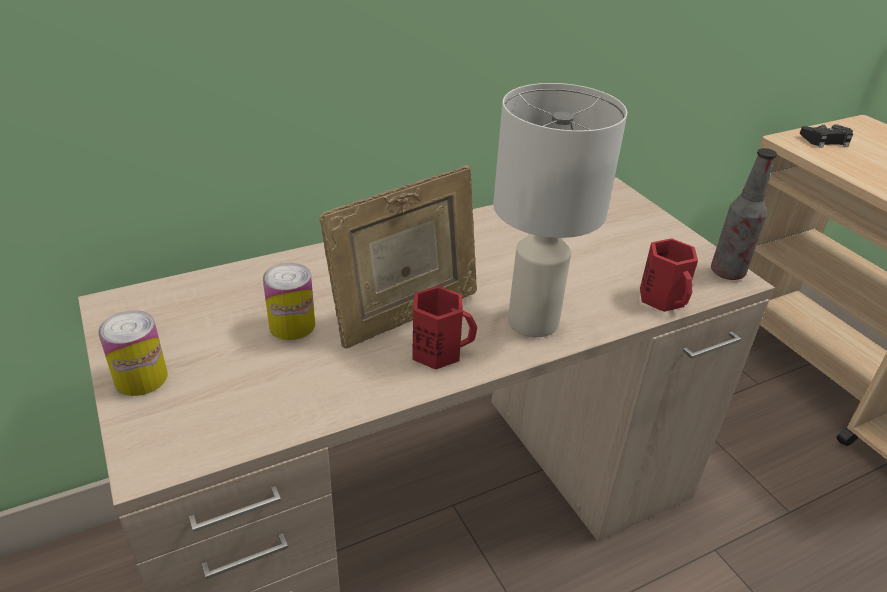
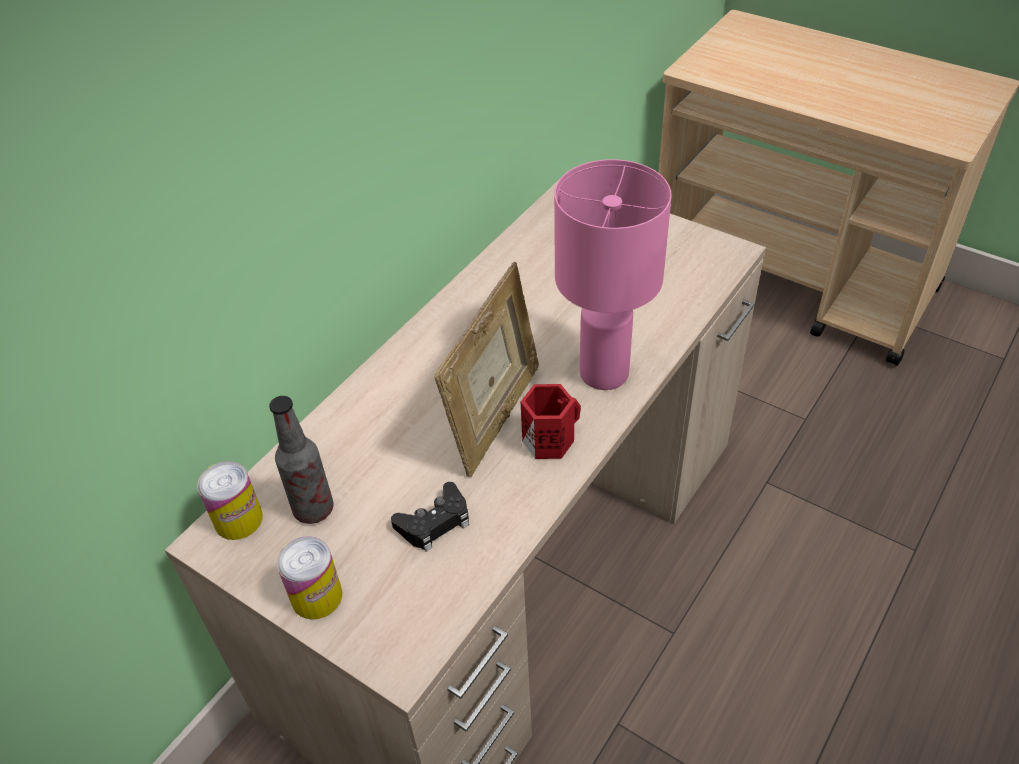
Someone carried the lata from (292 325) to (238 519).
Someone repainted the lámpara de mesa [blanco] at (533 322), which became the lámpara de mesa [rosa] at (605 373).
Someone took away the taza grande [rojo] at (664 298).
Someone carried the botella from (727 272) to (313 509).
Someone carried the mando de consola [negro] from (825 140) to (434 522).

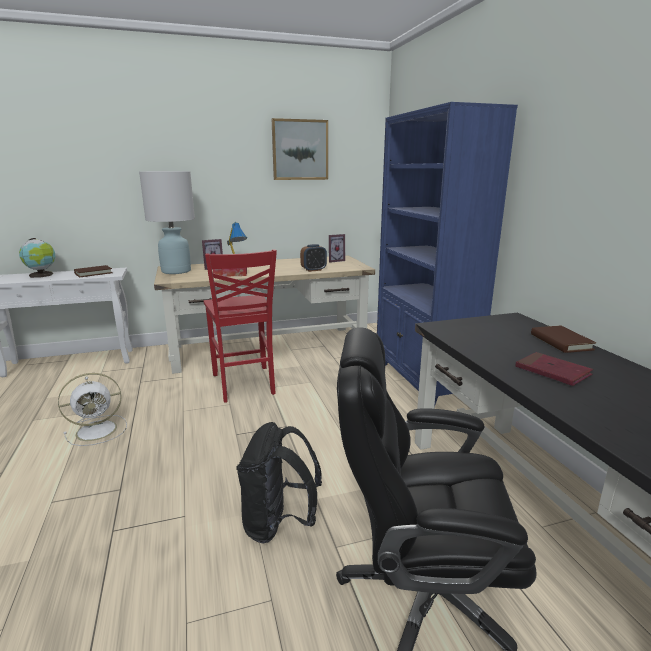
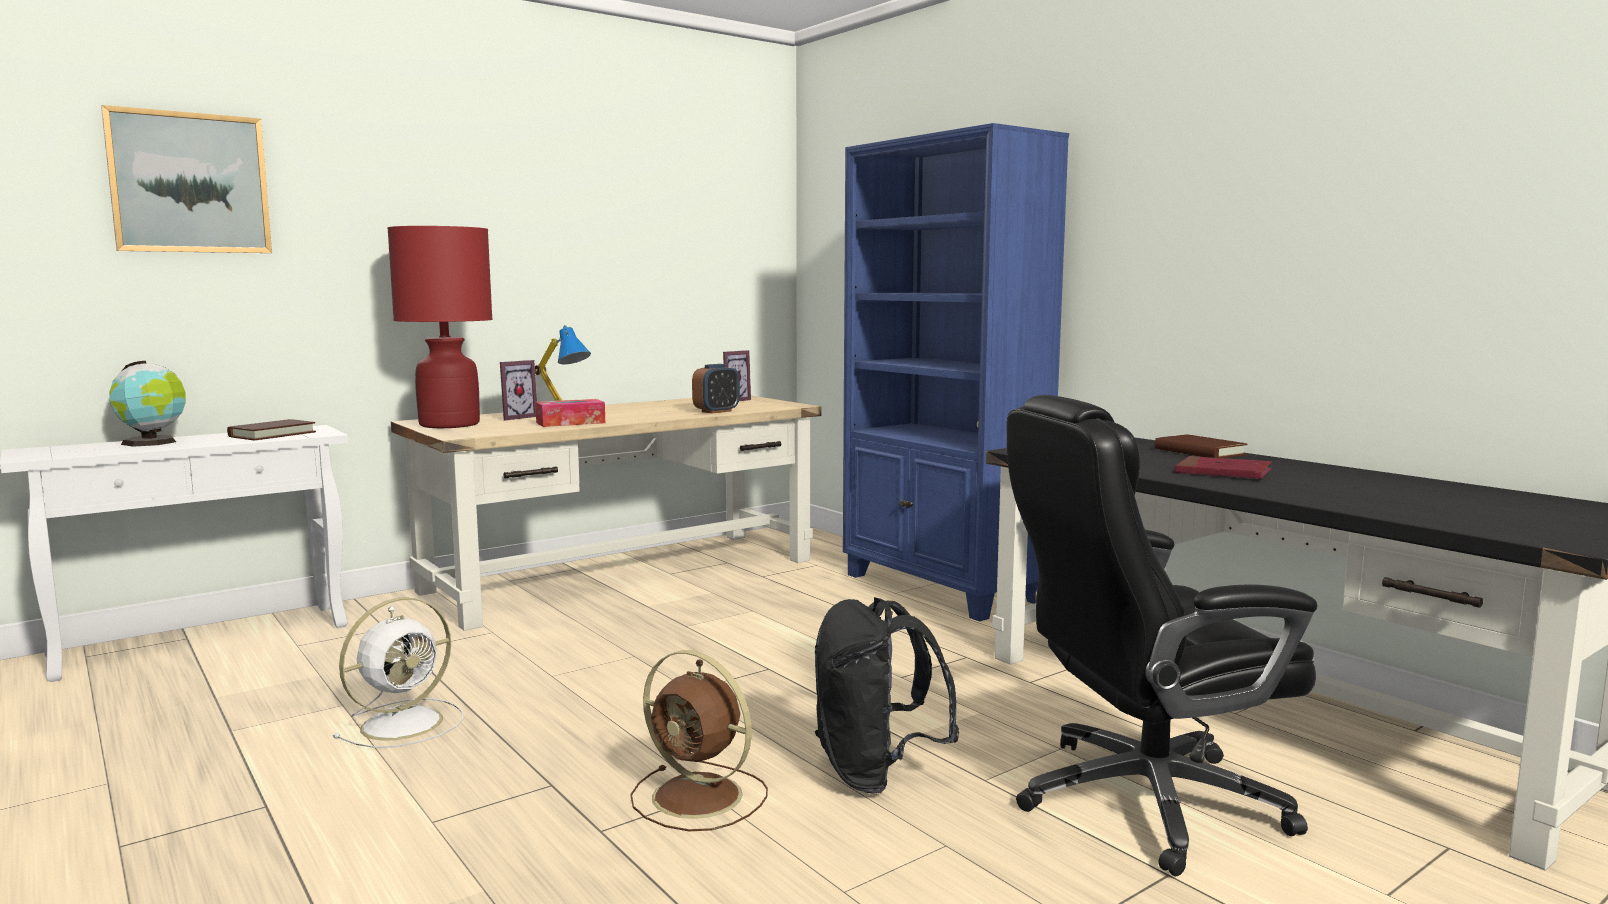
Someone repainted the lámpara de mesa [blanco] at (176 271), which became the lámpara de mesa [rojo] at (449 424).
Someone took away the silla [rojo] at (244 384).
Someone carried the cuadro from (300 150) to (189 183).
Someone put down the ventilador [marrón] at (700 797).

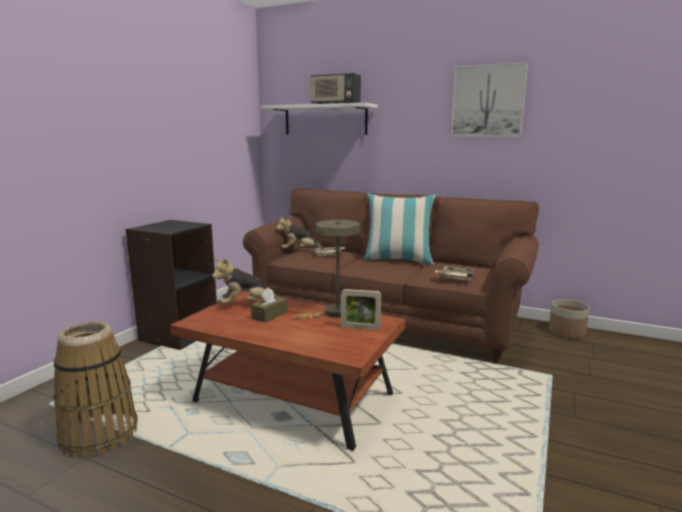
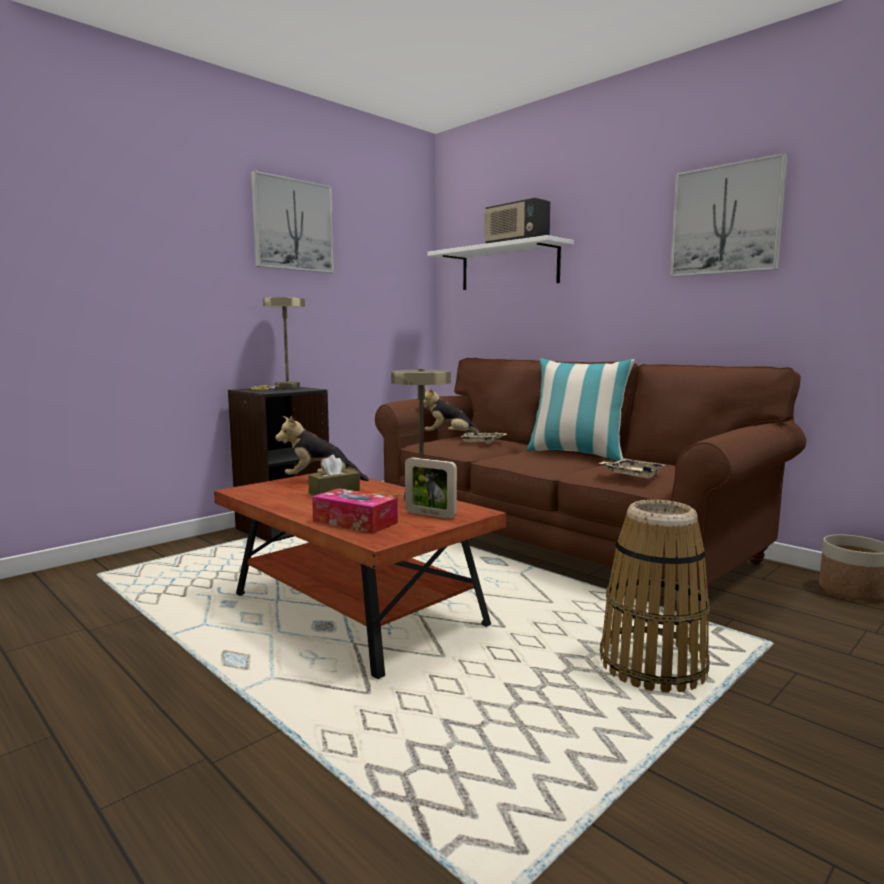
Someone carried the cesta from (99 435) to (652 666).
Someone put up the cuadro at (293 225).
Someone put down the lámpara de mesa [beis] at (284 387).
Someone put down the caja de pañuelos at (355 522).

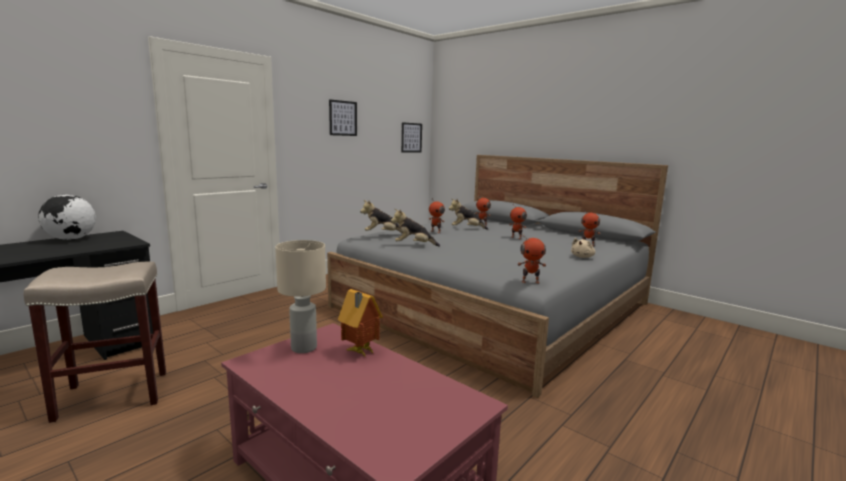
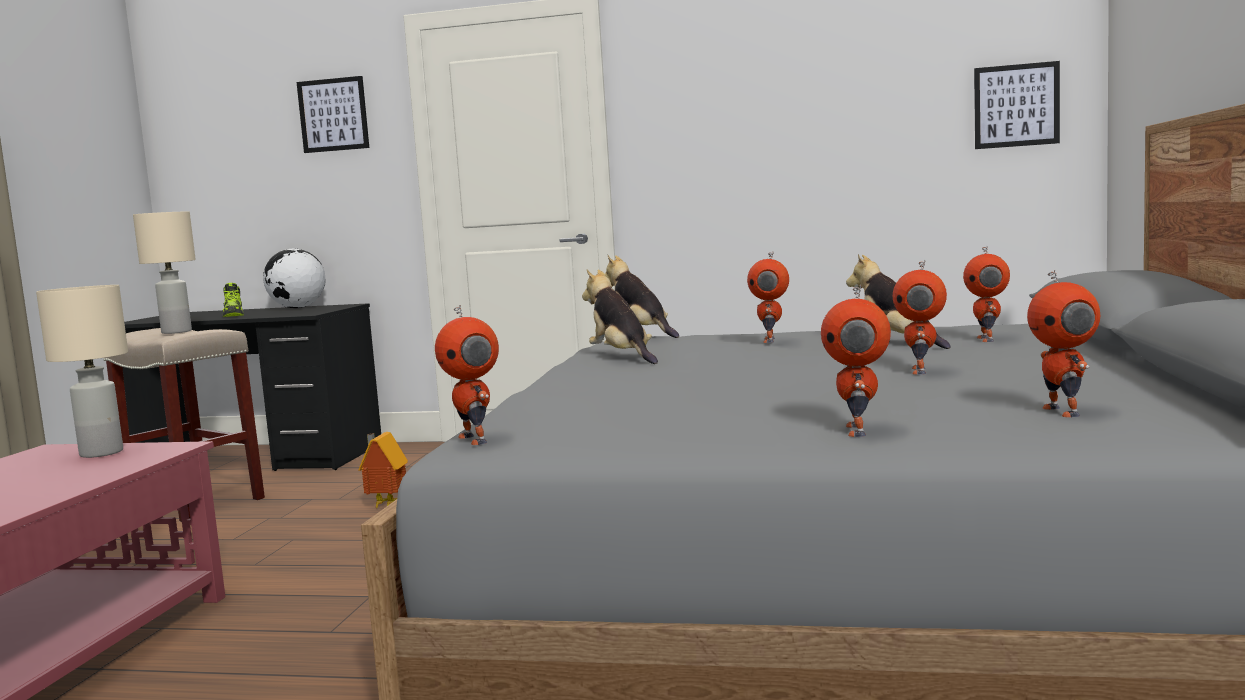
Someone carried the cuadro from (343 118) to (333 115).
Someone carried the casita from (359 352) to (385 505).
Someone swapped the peluche [beis] at (582 257) for the robot de juguete at (859 430).
Someone put down the lámpara de mesa [beis] at (175 332).
Someone put down the zapato at (234 315).

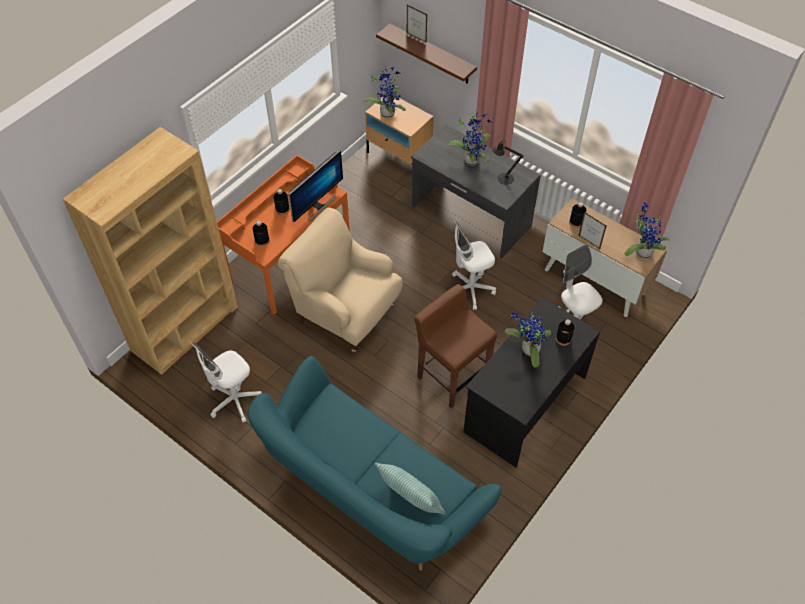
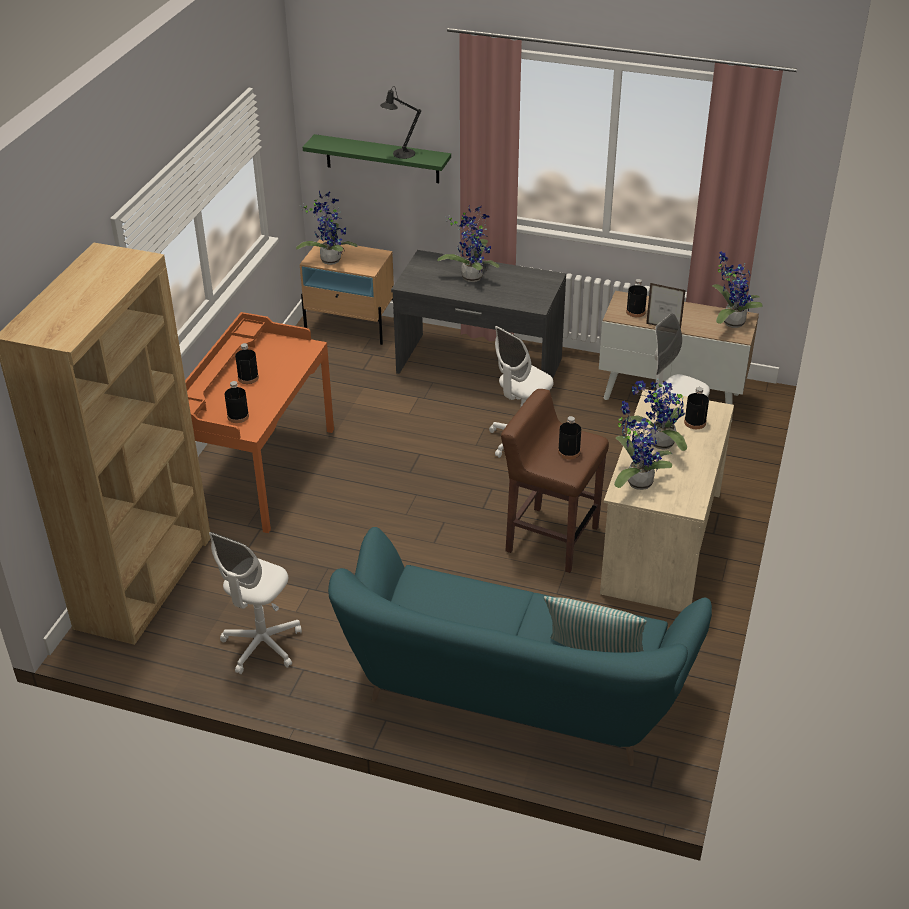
Someone took away the sillón [beis] at (346 312).
Someone took away the monitor at (317 205).
Someone repainted the estante [marrón] at (432 54), which became the estante [verde] at (382 159).
Someone took away the portarretratos at (416 38).
Someone repainted the escritorio [negro] at (524 403), which became the escritorio [beis] at (660 542).
Someone carried the lámpara de mesa [negro] from (503 179) to (400 154).
Someone put down the botella [negro] at (569 452).
Someone put down the planta en maceta at (636 481).

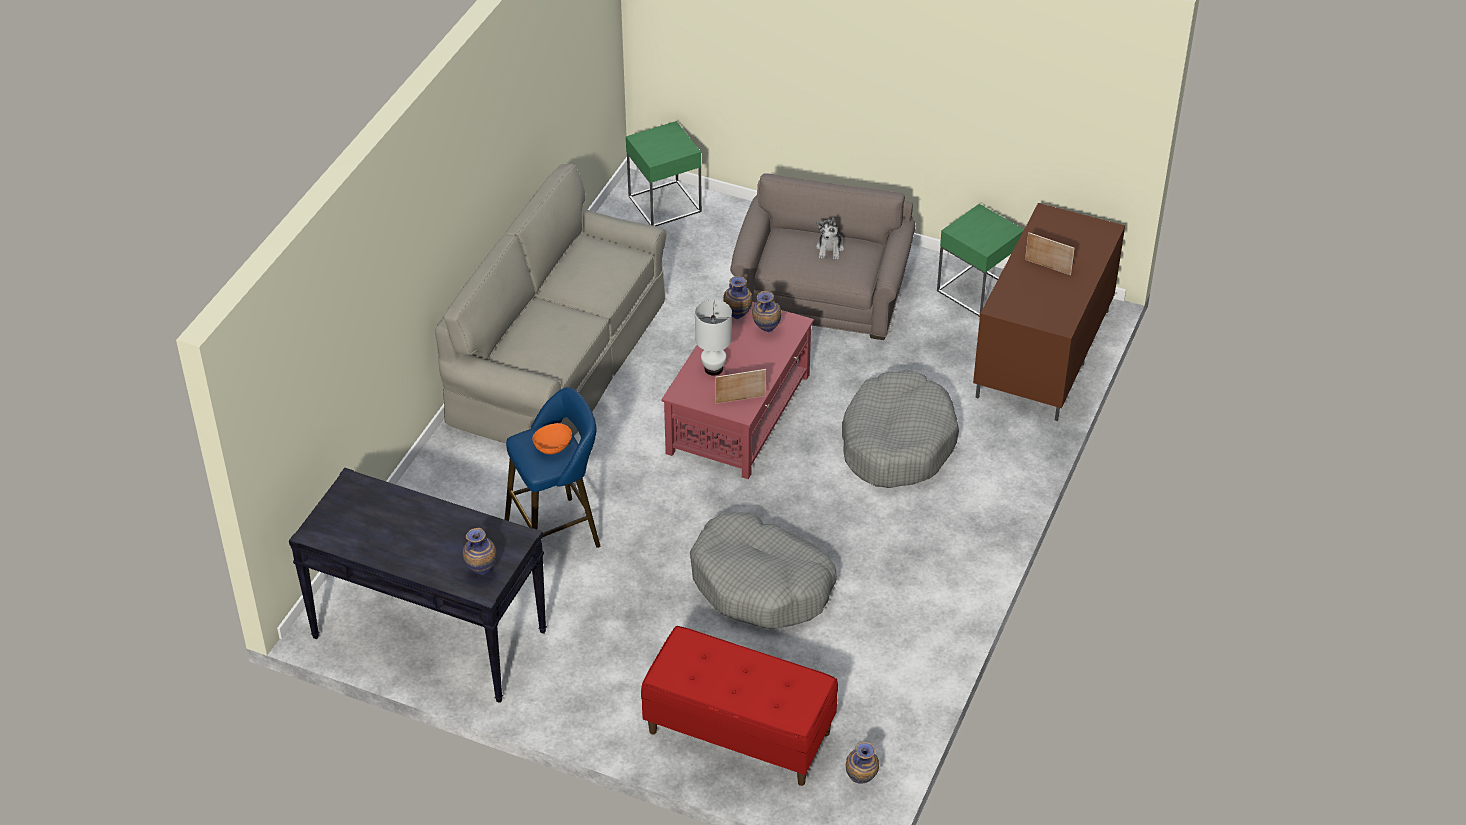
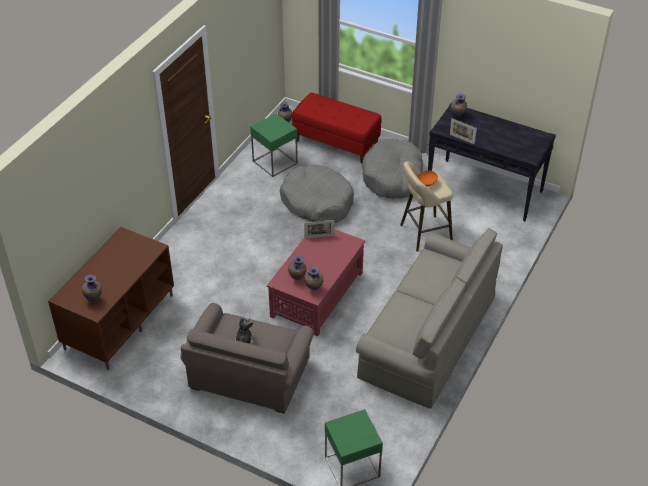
Someone repainted the taburete [azul] at (558 531), which became the taburete [beis] at (423 234).
Someone took away the lámpara de mesa [blanco] at (713 369).
Someone carried the cama para perro [gris] from (897 442) to (393 177).
Someone carried the mesa auxiliar [verde] from (977 290) to (275 162).
Someone carried the portarretratos from (1047 267) to (462 139).
Someone put down the florero at (94 299).

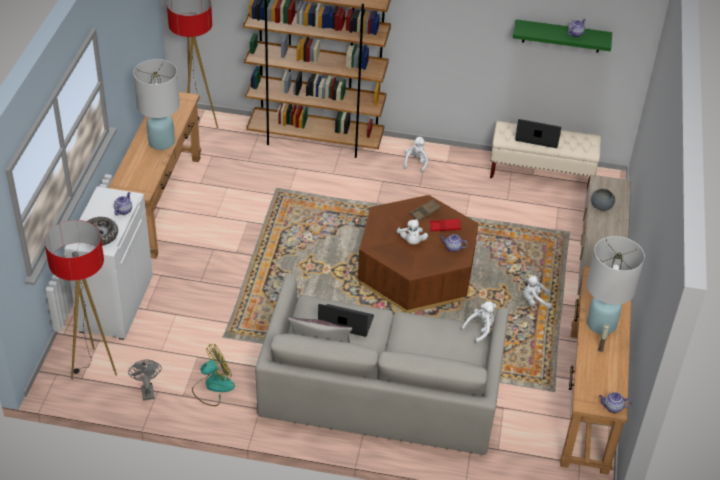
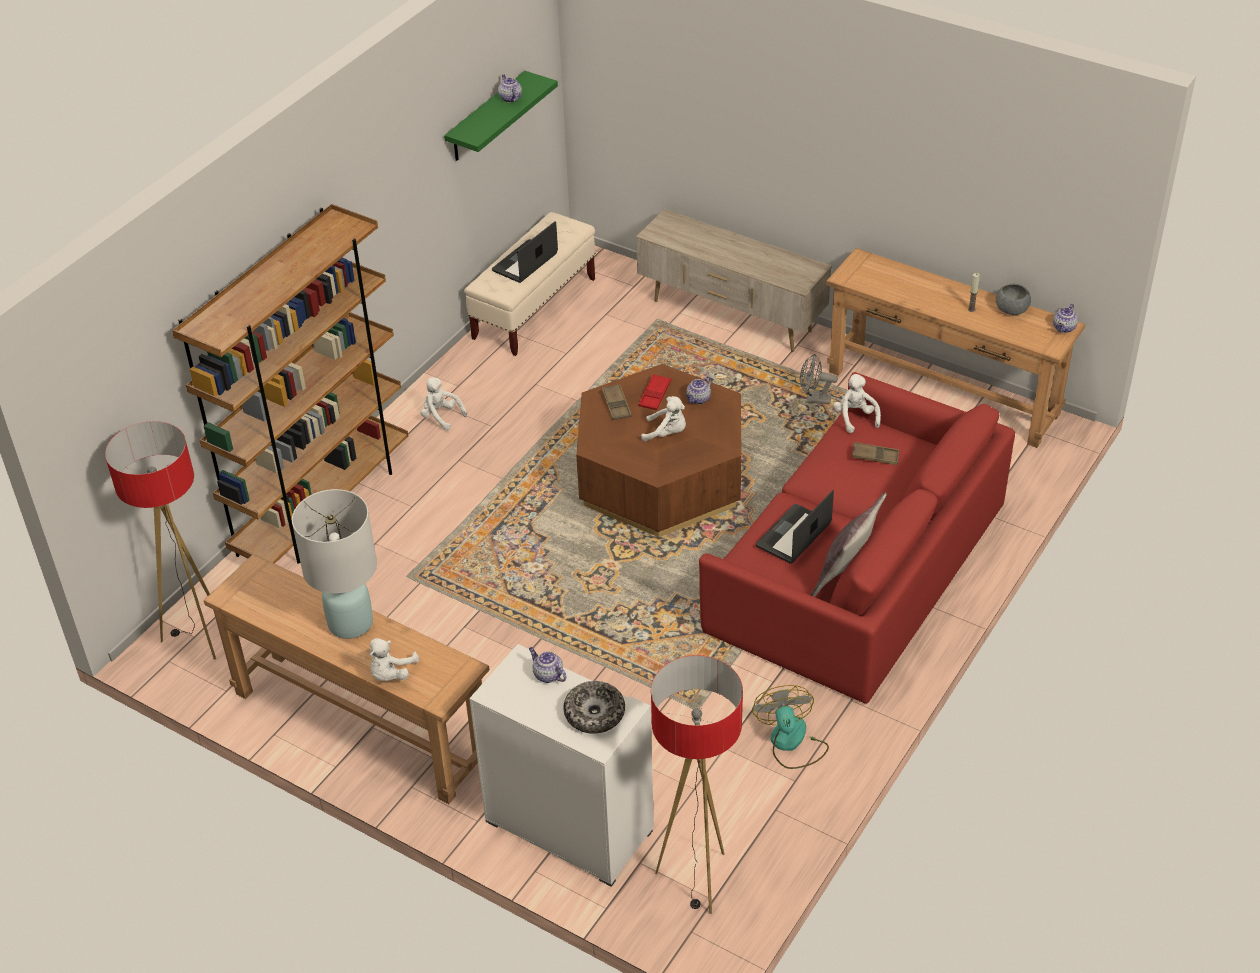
Someone carried the ventilador [gris] from (147 390) to (814 399).
Someone repainted the sofá [gris] at (380 387), which became the sofá [rojo] at (856 568).
Someone carried the peluche [blanco] from (534 301) to (391 673).
Someone took away the lámpara de mesa [blanco] at (601 324).
Someone carried the cuenco [gris] from (601 206) to (1011 310).
Someone put down the bandeja [marrón] at (875 456).

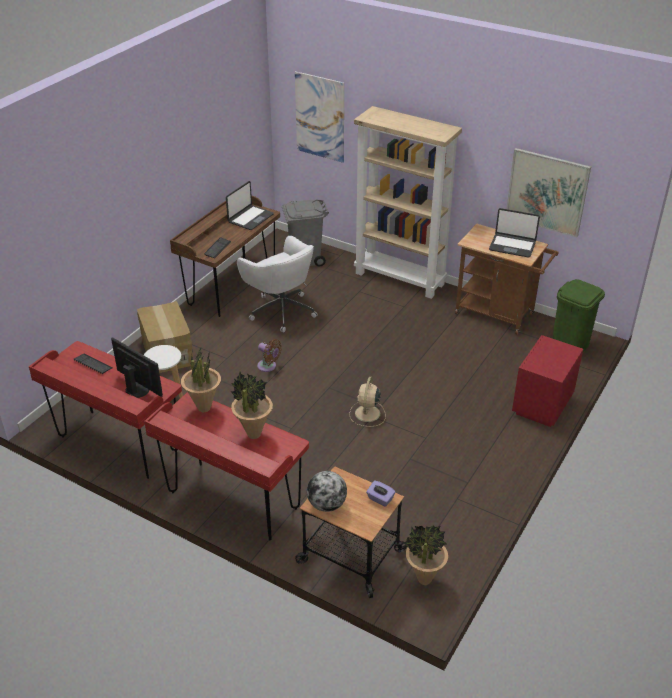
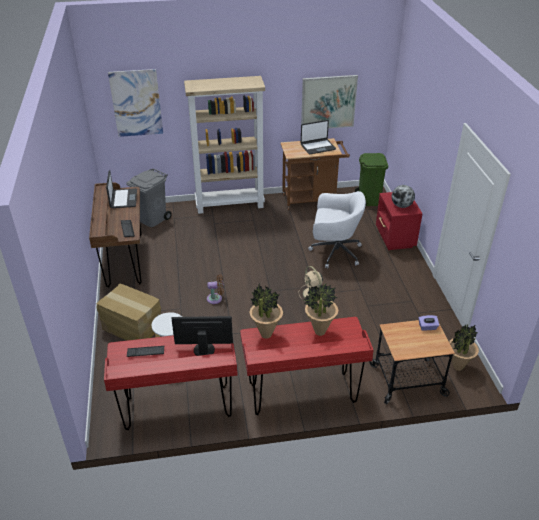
Someone carried the silla de oficina [blanco] from (281 310) to (334 252).
Someone carried the globo terráqueo from (327 504) to (401 205).

